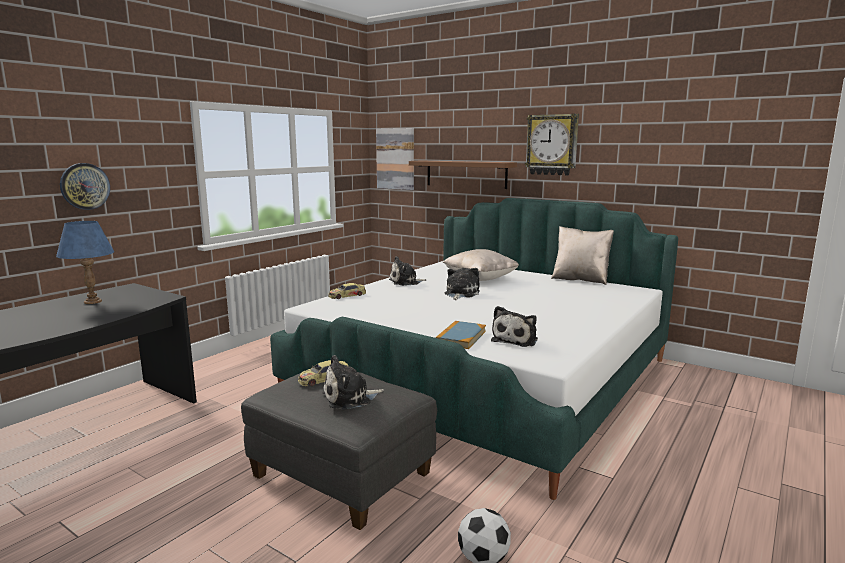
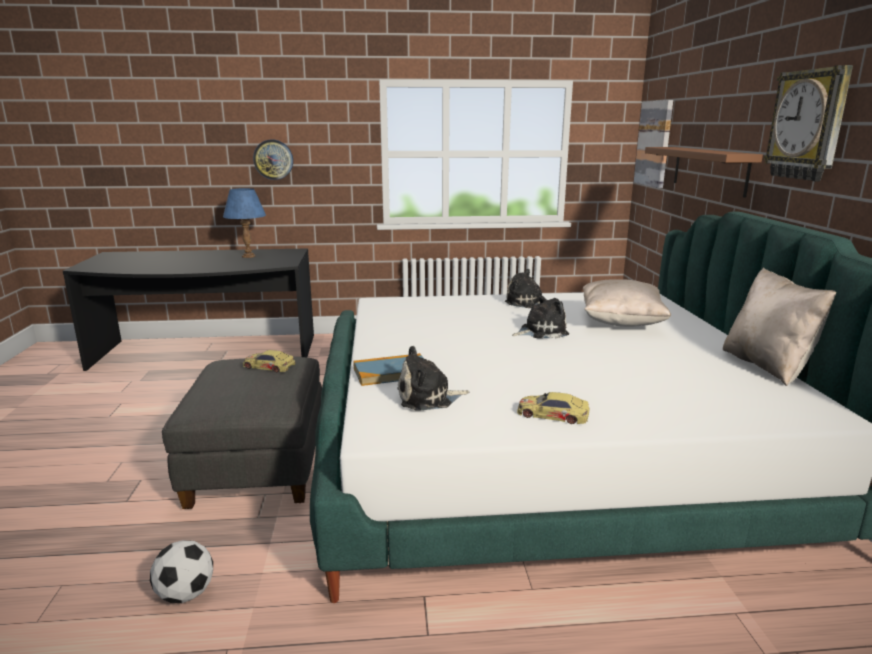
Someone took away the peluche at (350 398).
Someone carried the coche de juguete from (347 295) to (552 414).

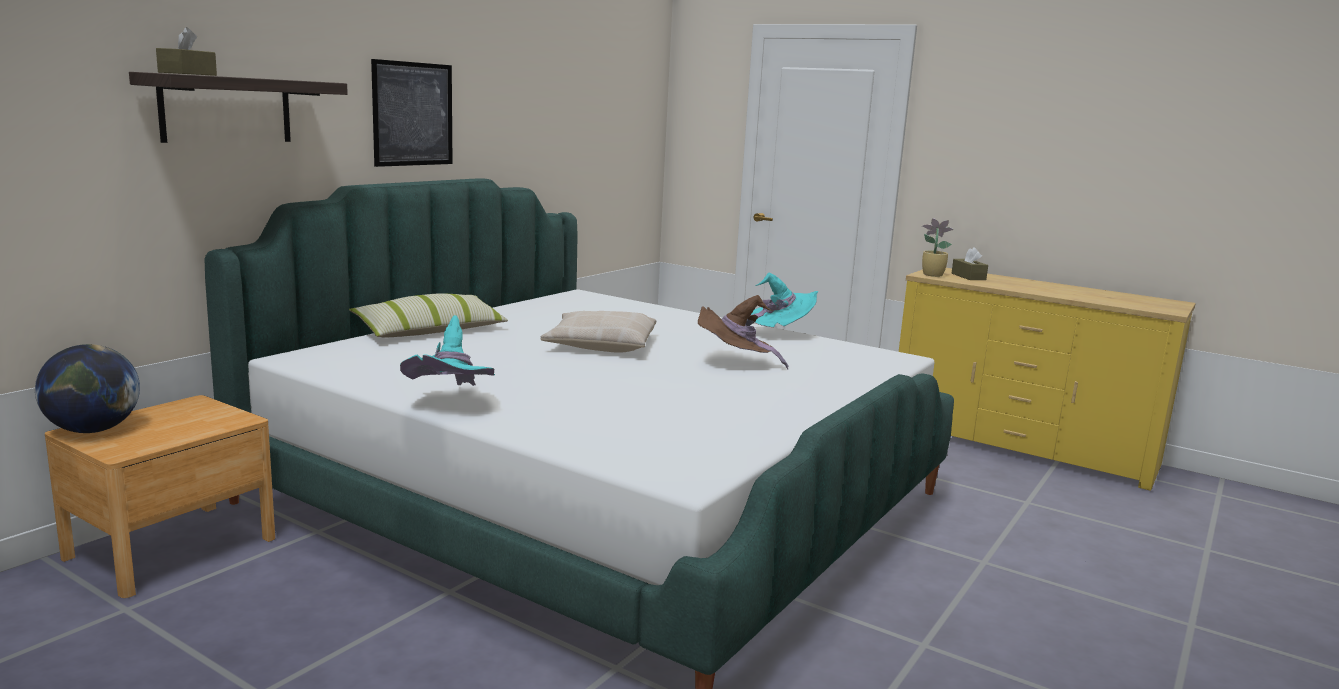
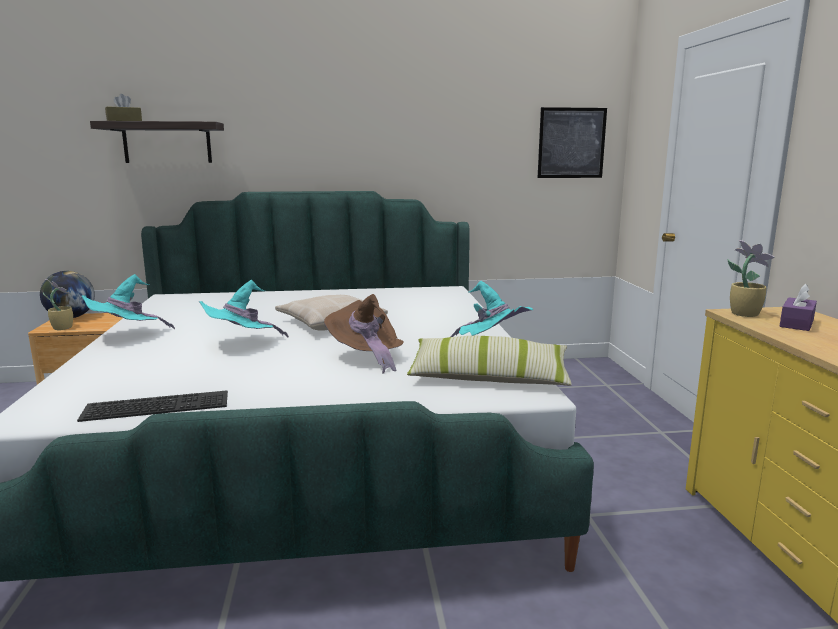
Someone carried the cojín from (430 331) to (488 378).
Someone carried the cuadro from (413 114) to (571 143).
Someone repainted the caja de pañuelos [marrón] at (968 276), which became the caja de pañuelos [morado] at (796 323).
Someone put down the planta en maceta at (62 328).
Someone put down the teclado at (158 405).
Someone put down the sombrero [turquesa] at (241 344).

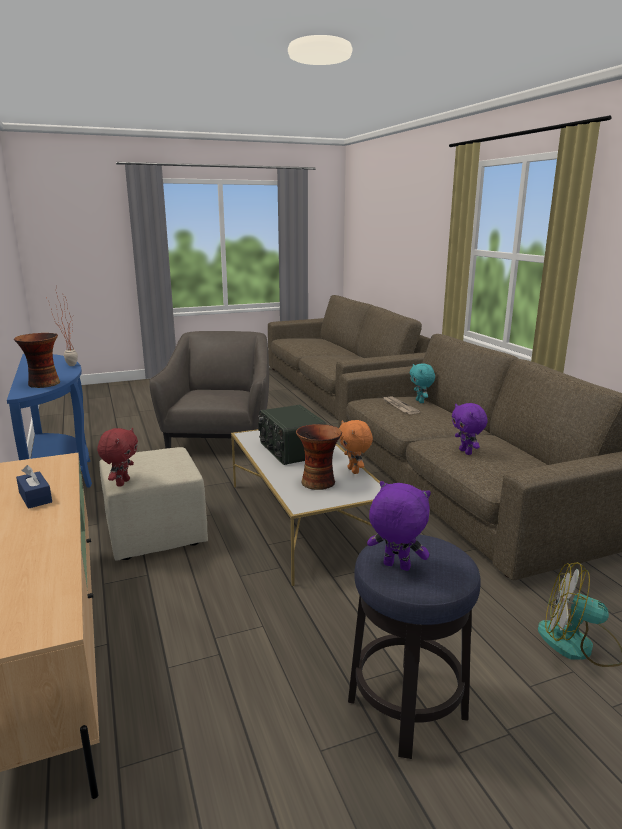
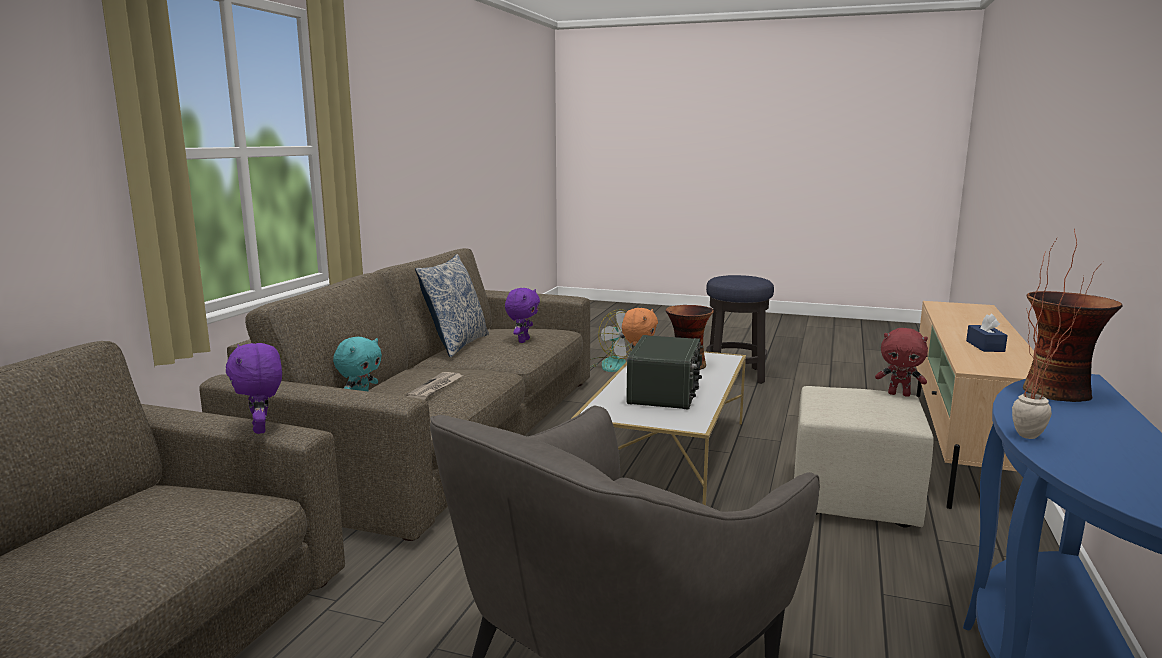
Someone rotated the peluche [rojo] at (122 483) by 120 degrees counterclockwise.
Someone carried the peluche [morado] from (395 567) to (262 429).
Someone put down the cojín at (455 345).

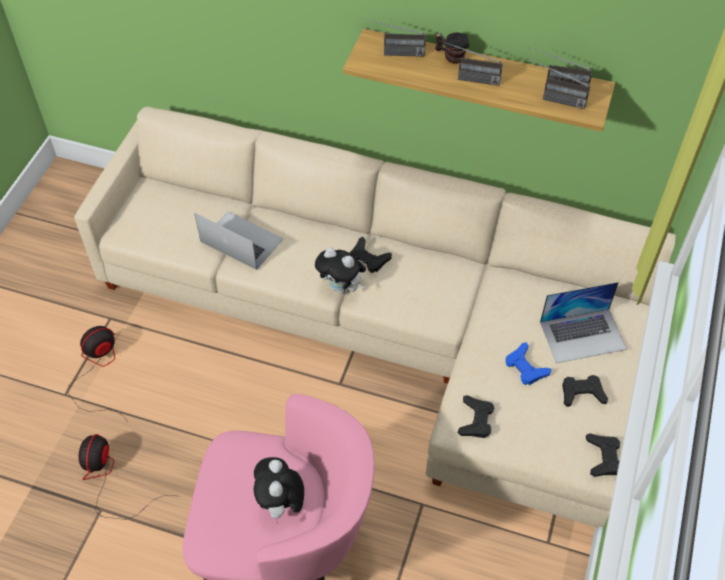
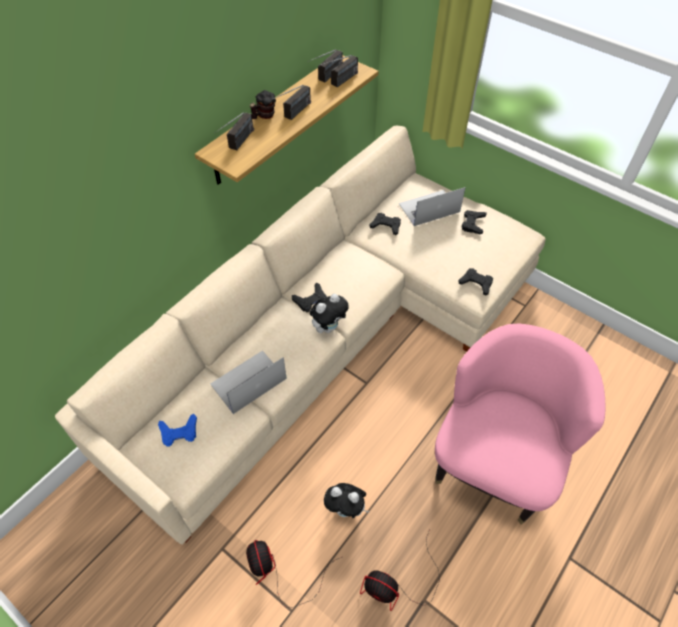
Someone carried the peluche from (281 504) to (346 509).
Someone carried the mando de consola [azul] from (525 367) to (179 432).
Someone rotated the portátil at (583 335) by 120 degrees counterclockwise.
Someone carried the mando de consola [negro] from (603 457) to (386 226).

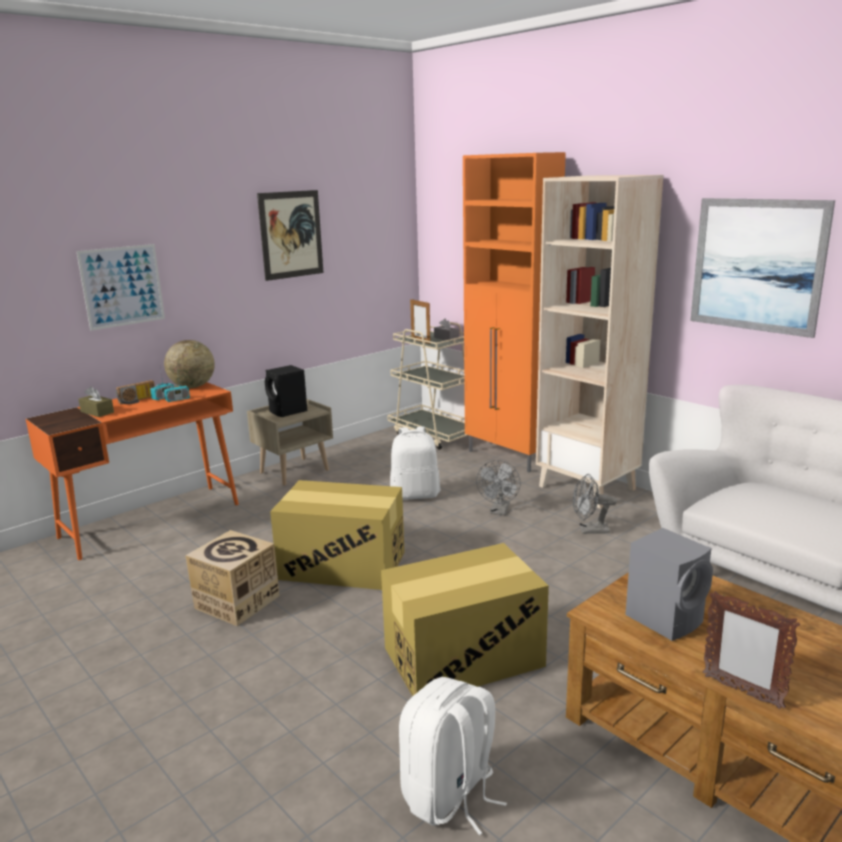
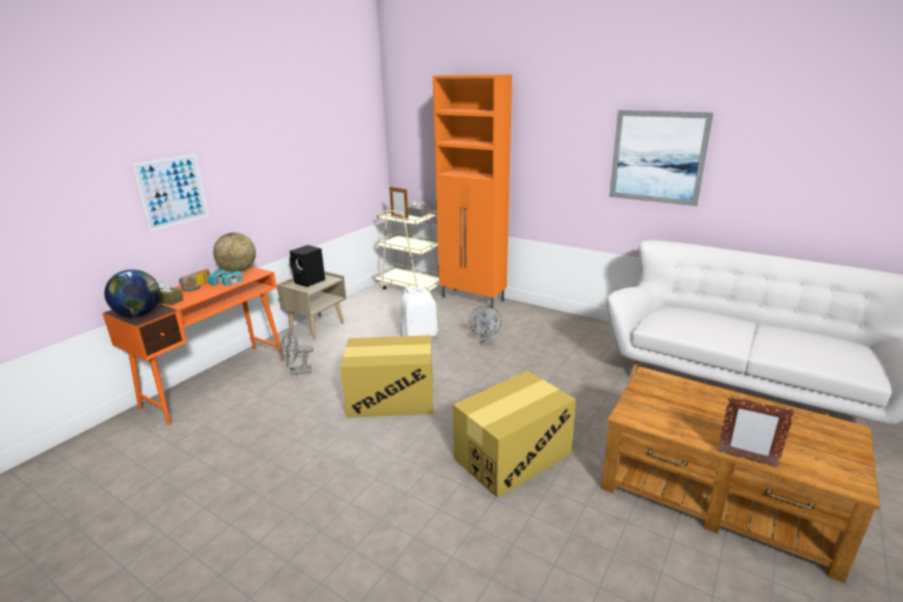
Someone took away the caja de cartón at (236 602).
Someone took away the cuadro at (291 234).
Someone took away the mochila [blanco] at (450 796).
Someone took away the estantería [beis] at (588 488).
Someone carried the ventilador [gris] from (589 530) to (297 372).
Someone took away the altavoz [gris] at (666 618).
Someone put down the globo terráqueo at (139 314).

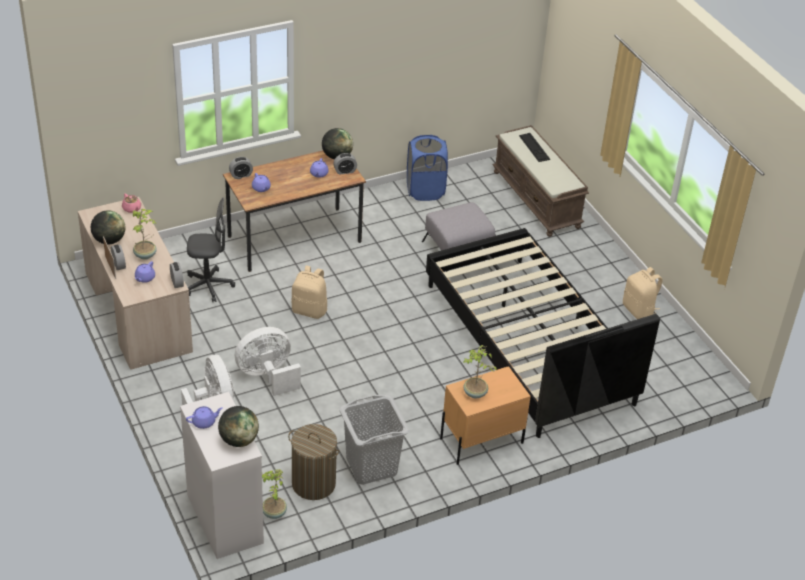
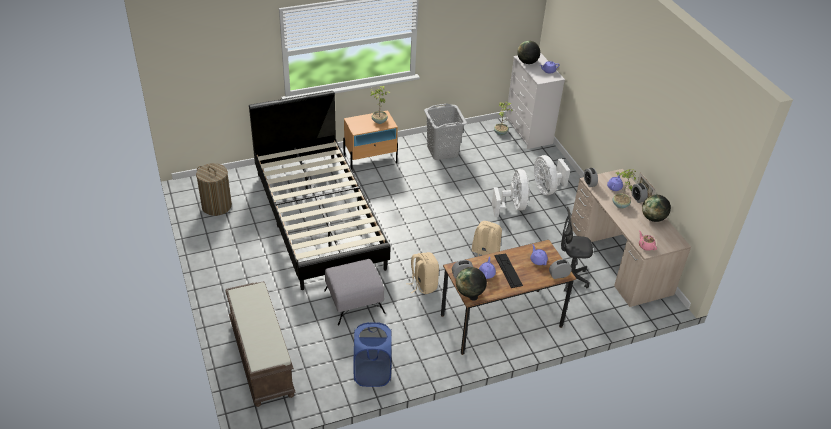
Someone rotated the ventilador [blanco] at (267 376) by 75 degrees counterclockwise.
Someone carried the cesto de la ropa from (313 484) to (217 206).
Someone carried the teclado from (534 147) to (508 270).
Someone carried the mochila [beis] from (639 310) to (423 285).

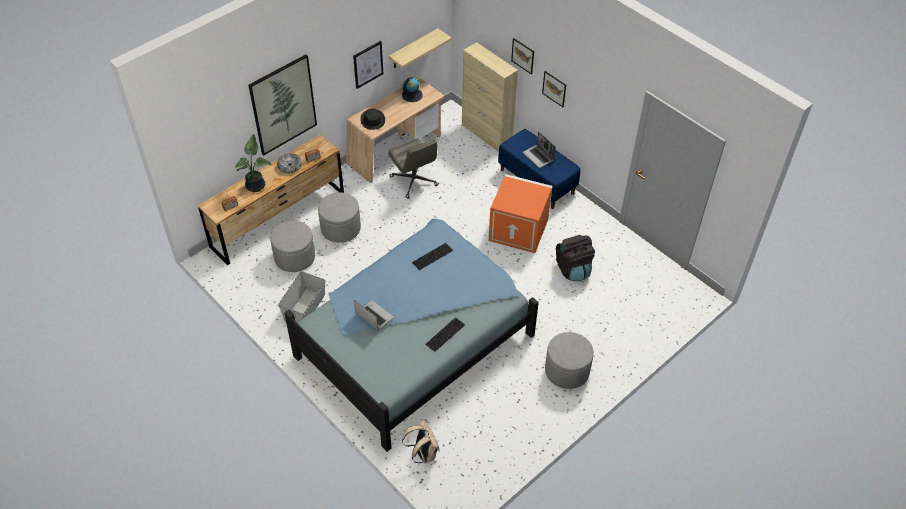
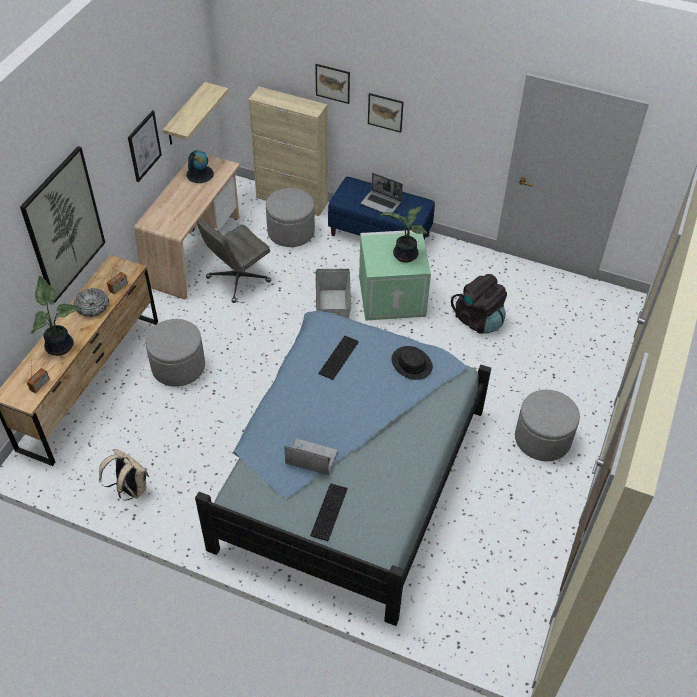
Someone carried the puf [gris] from (294 257) to (291 232).
Someone carried the caja de almacenaje [gris] from (305 307) to (333 309).
Someone carried the sombrero [negro] from (373 120) to (412 363).
Someone rotated the silla de oficina [gris] at (414 181) by 105 degrees clockwise.
Someone carried the mochila [beis] from (423 453) to (130 489).
Someone carried the teclado from (444 334) to (327 512).
Someone repainted the caja de almacenaje [naranja] at (519 229), which became the caja de almacenaje [verde] at (392 295).
Someone put down the planta en maceta at (404 256).

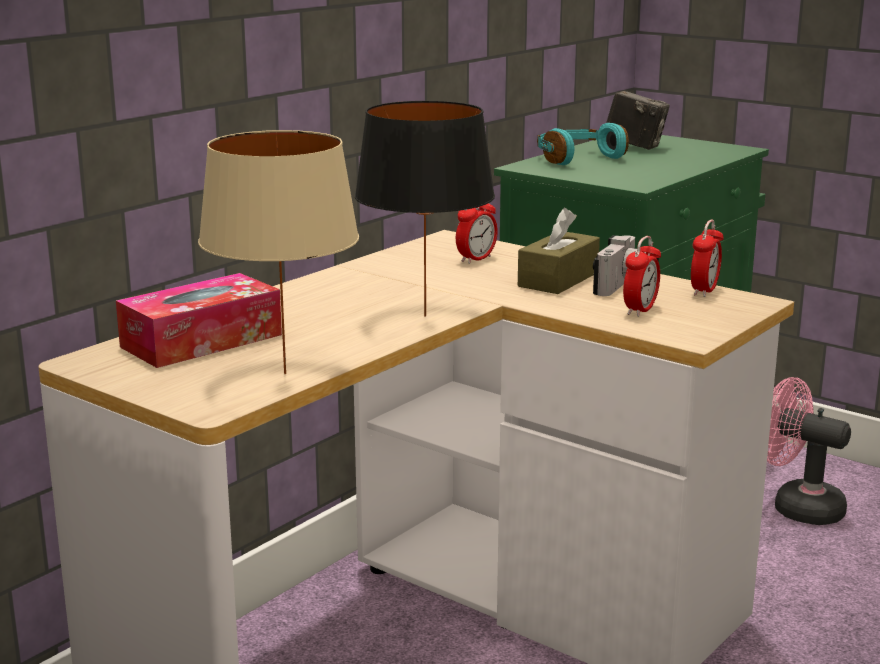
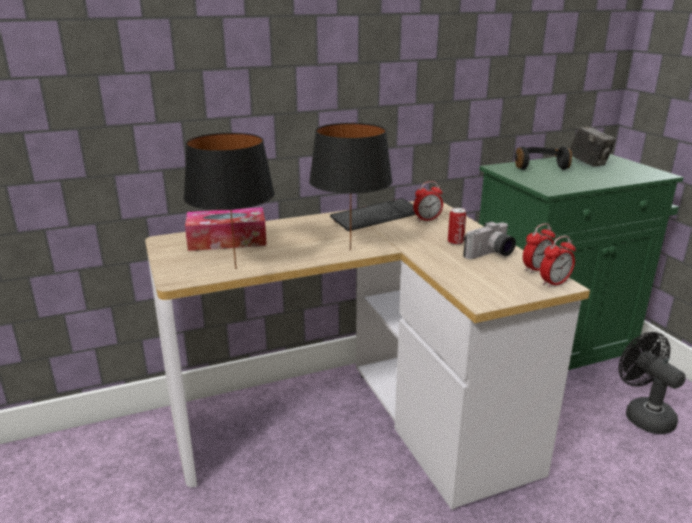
Someone repainted the lámpara de mesa [beis] at (285 374), which became the lámpara de mesa [negro] at (235 269).
Someone swapped the caja de pañuelos [marrón] at (558 279) for the lata at (455 242).
Someone repainted the auriculares [turquesa] at (576 158), which became the auriculares [negro] at (539 166).
Someone carried the despertador from (640 310) to (554 283).
Someone repainted the ventilador [rosa] at (797 507), which became the ventilador [negro] at (643 415).
Someone put down the teclado at (376 217).

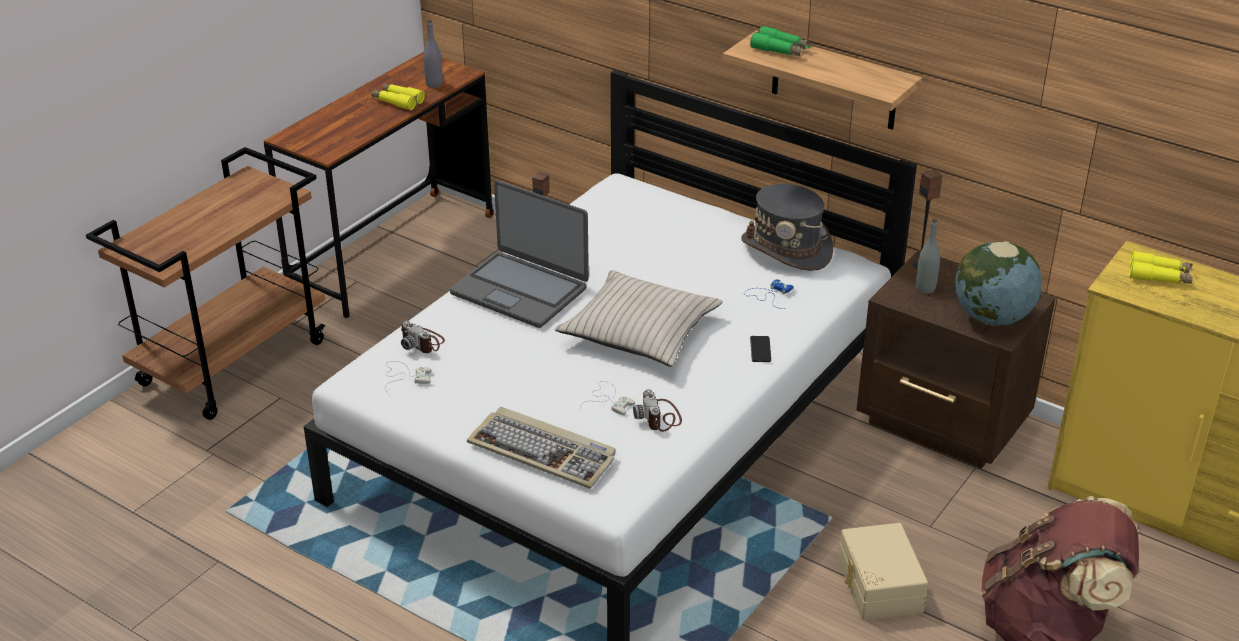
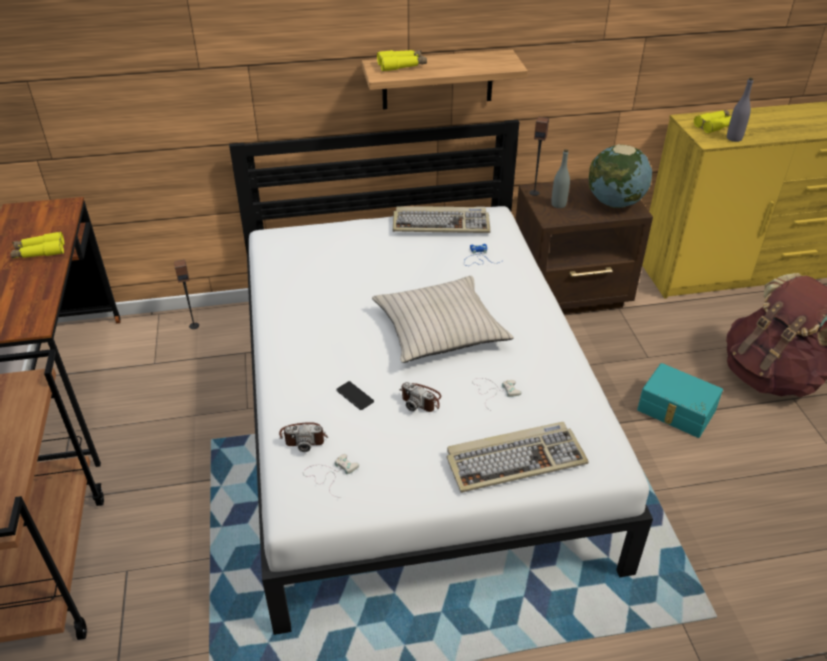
Someone carried the botella [gris] from (434 84) to (734 138).
Someone took away the portátil at (520 290).
Someone carried the cámara from (659 417) to (421 399).
Someone swapped the sombrero [gris] at (786 249) for the teclado at (441 223).
Someone repainted the prismáticos [verde] at (780 49), which became the prismáticos [amarillo] at (402 65).
Someone carried the móvil from (760 349) to (355 396).
Someone repainted the caja de almacenaje [beis] at (877 585), which became the caja de almacenaje [turquesa] at (675 411).

